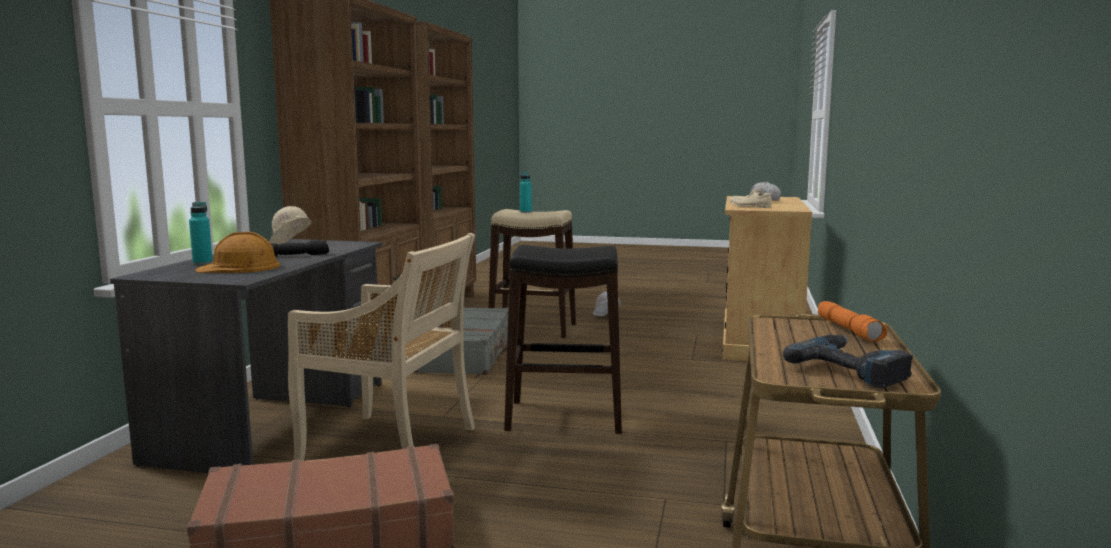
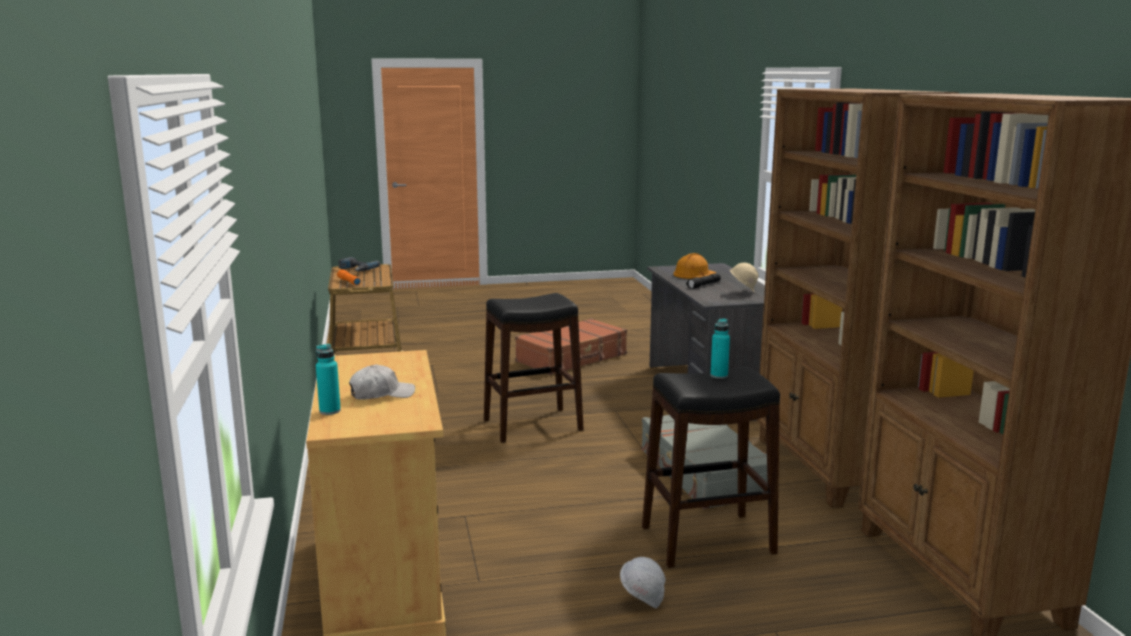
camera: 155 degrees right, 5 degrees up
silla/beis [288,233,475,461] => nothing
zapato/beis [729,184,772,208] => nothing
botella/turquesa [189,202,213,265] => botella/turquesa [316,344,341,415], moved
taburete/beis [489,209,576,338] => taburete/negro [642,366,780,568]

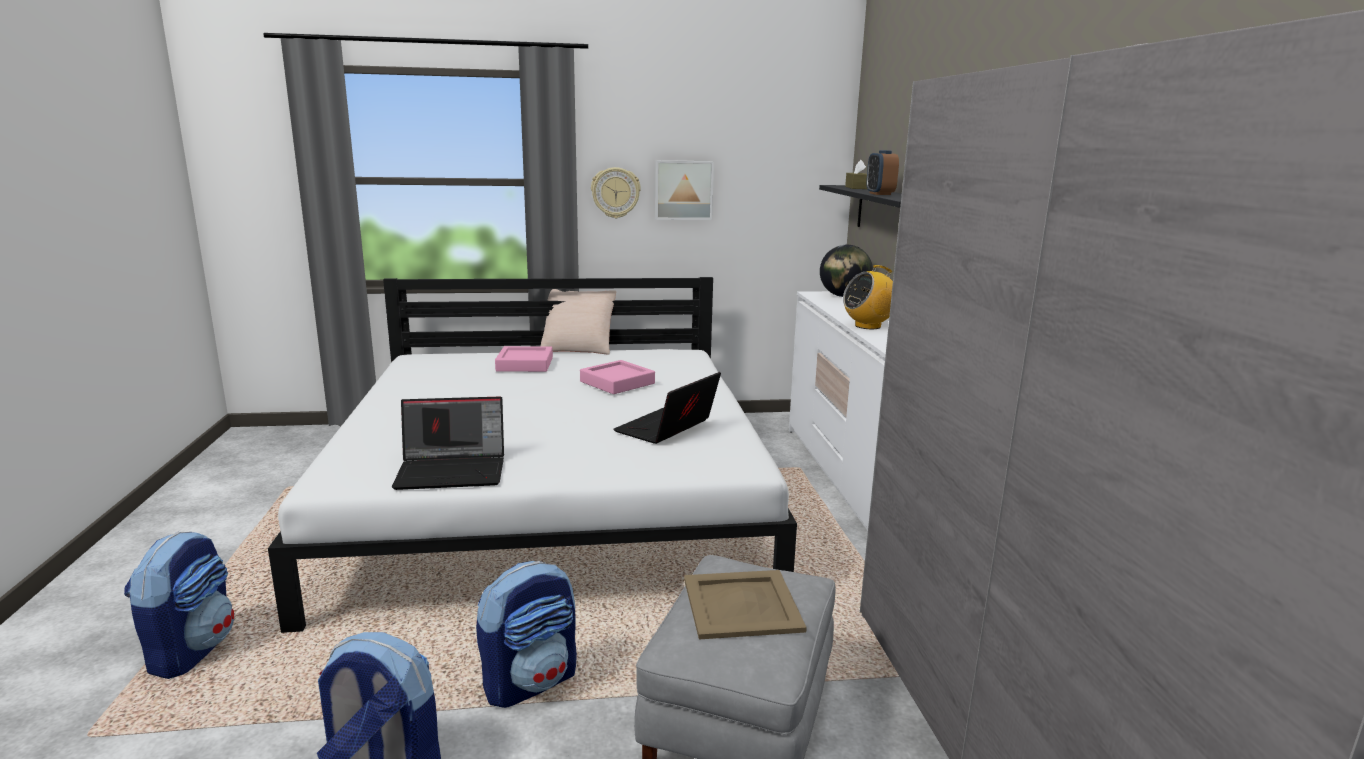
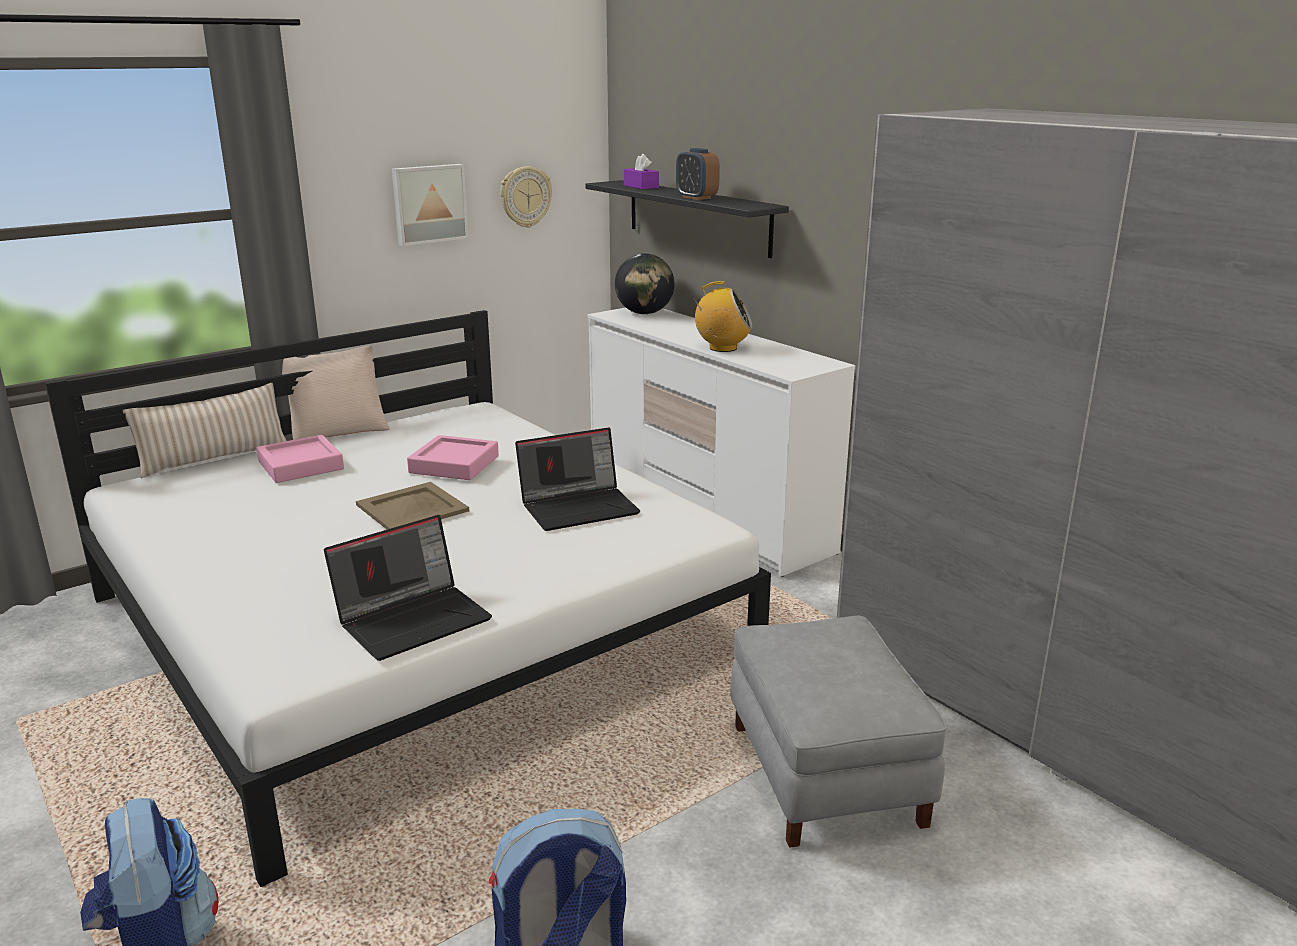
camera: 30 degrees left, 5 degrees up
mochila [476,561,577,708] => nothing
nothing => cojín/beis [123,383,287,478]
reloj de pared [591,167,641,218] => reloj de pared [500,166,552,228], moved
bandeja/beis [684,570,807,640] => bandeja/beis [356,482,469,530], moved
caja de pañuelos/marrón [845,160,867,189] => caja de pañuelos/morado [624,154,659,189]
portátil [613,372,721,444] => portátil [515,428,640,531], 120 degrees counterclockwise
radio [843,265,893,329] => radio [694,281,752,352], 120 degrees counterclockwise

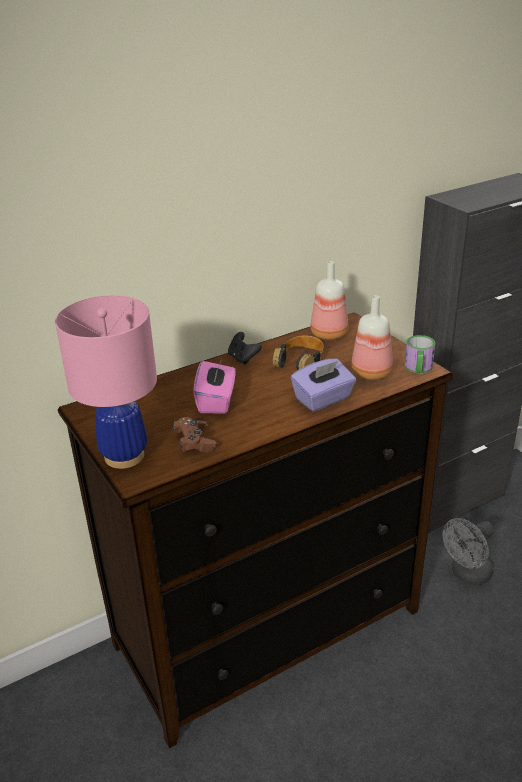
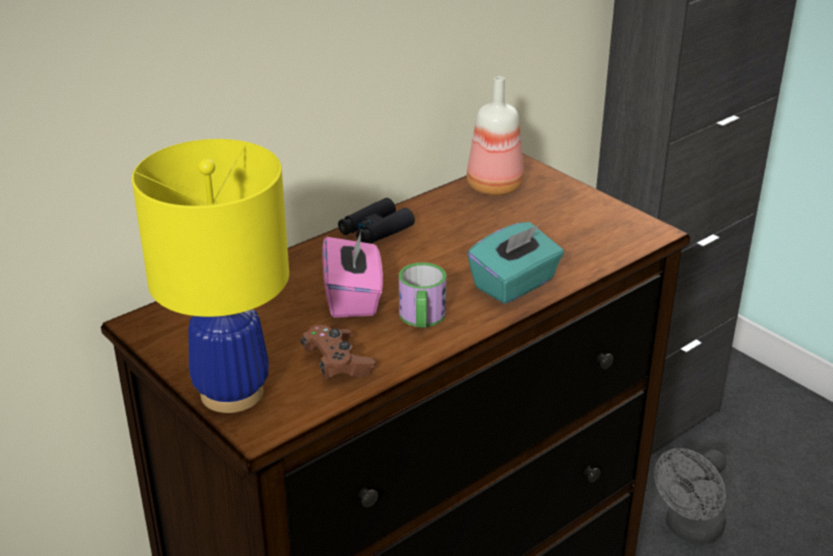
camera: 10 degrees left, 0 degrees up
auriculares [273,336,324,370] => nothing
botella [351,295,393,380] => nothing
taza grande [405,335,435,373] => taza grande [399,262,447,328], moved
mando de consola/negro [228,332,262,365] => prismáticos/negro [338,198,415,244]
lámpara de mesa/rosa [55,295,157,469] => lámpara de mesa/amarillo [132,139,289,413]
caja de pañuelos/morado [291,359,356,411] => caja de pañuelos/turquesa [467,222,564,304]

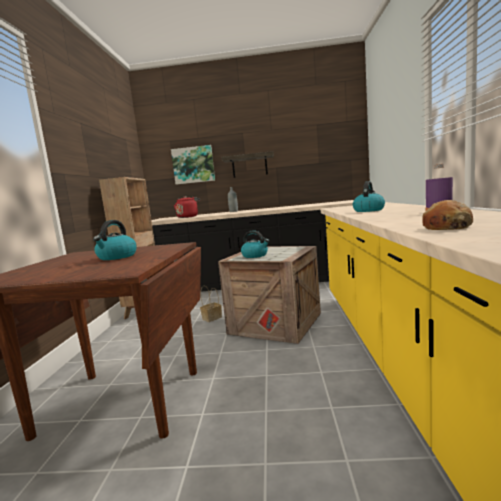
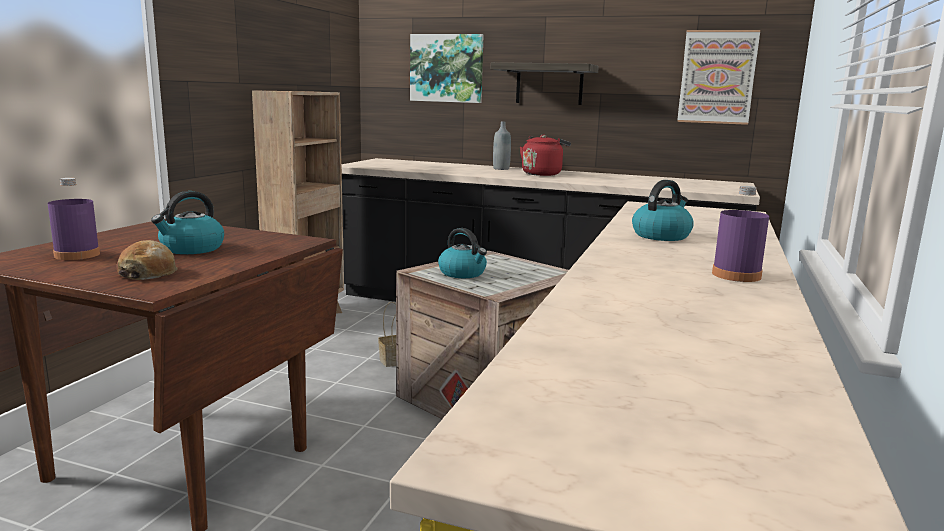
camera: 15 degrees right, 5 degrees up
nothing => botella/morado [48,178,100,260]
nothing => cuadro [677,30,760,125]
hervidor/rojo [174,196,200,218] => hervidor/rojo [520,134,571,176], moved
pan [422,200,473,230] => pan [116,240,178,280], moved

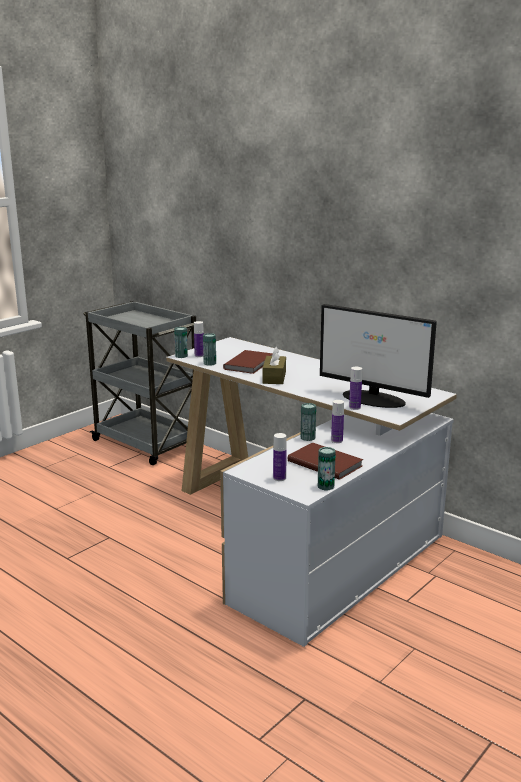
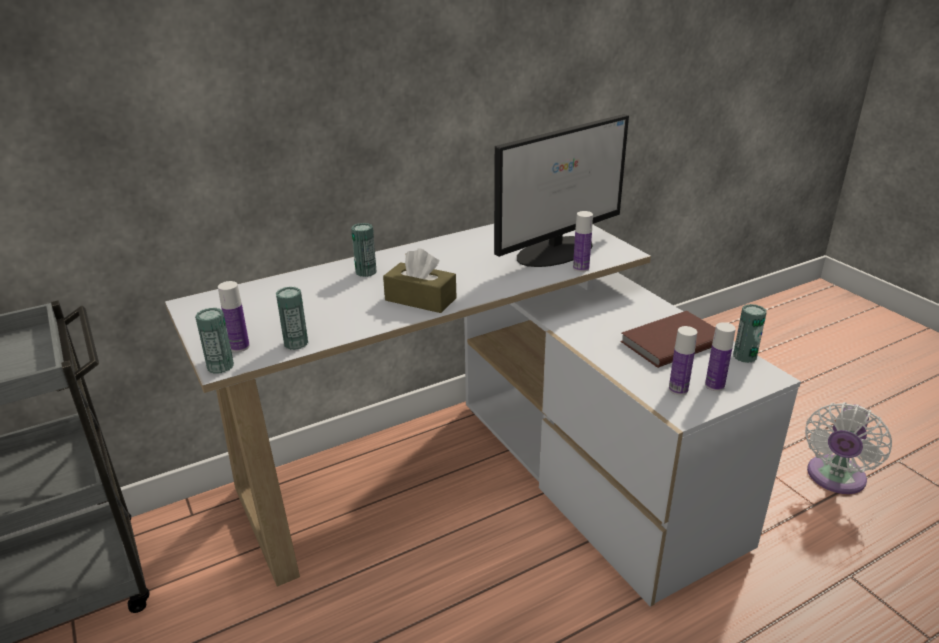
camera: 70 degrees left, 10 degrees up
libro/marrón [223,350,273,374] => nothing
nothing => ventilador/blanco [805,402,892,494]
lata [301,403,316,441] => lata [351,223,376,277], moved
botella [331,400,344,443] => botella [669,326,697,395], moved

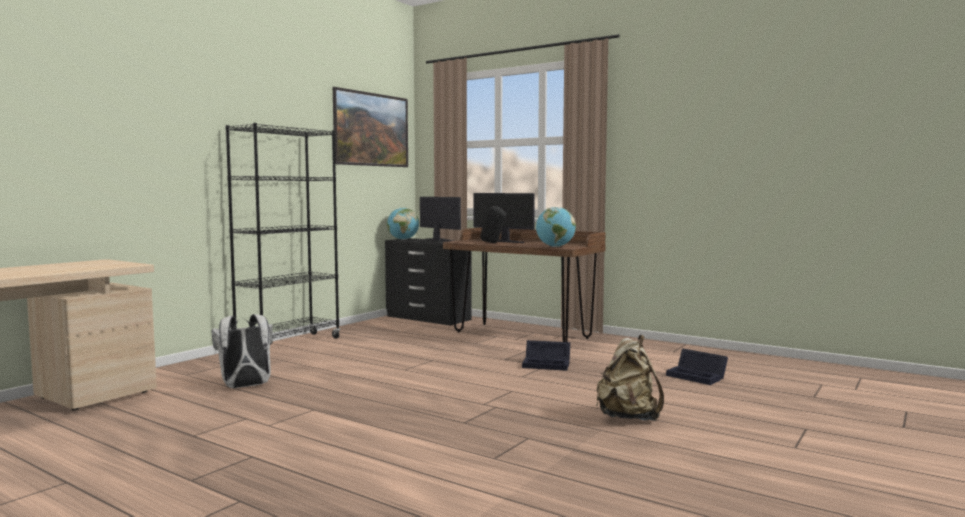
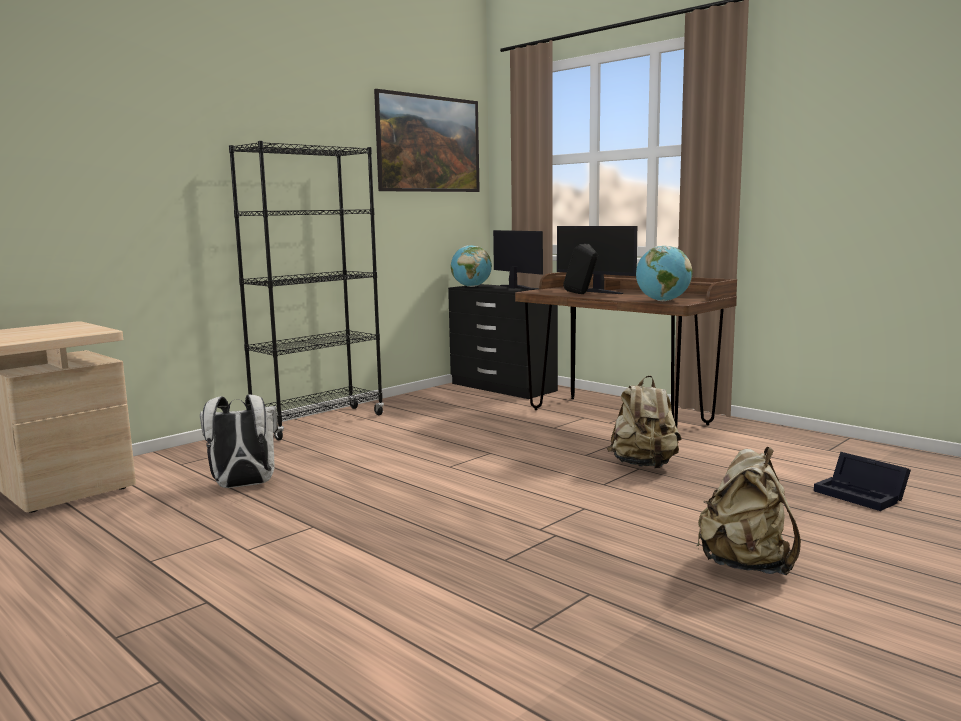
camera: 10 degrees right, 5 degrees up
caja de almacenaje/negro [522,340,570,371] => mochila/beis [607,376,681,469]

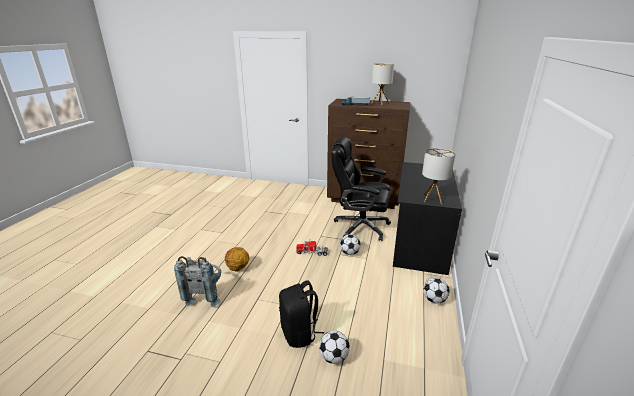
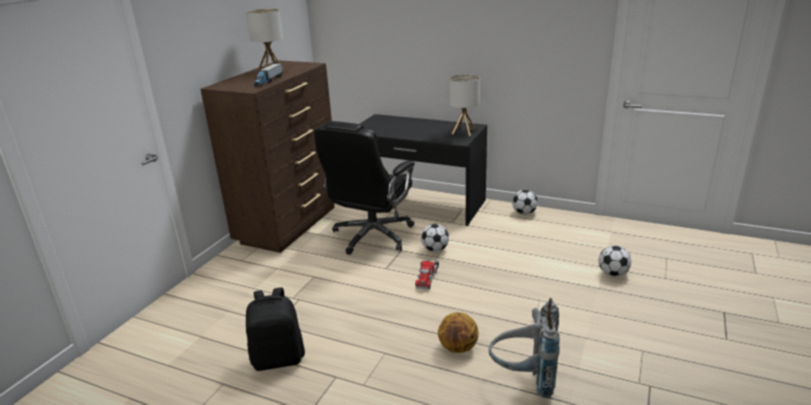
camera: 80 degrees left, 0 degrees up
mochila/negro [279,280,324,348] => mochila/negro [246,288,305,371], moved

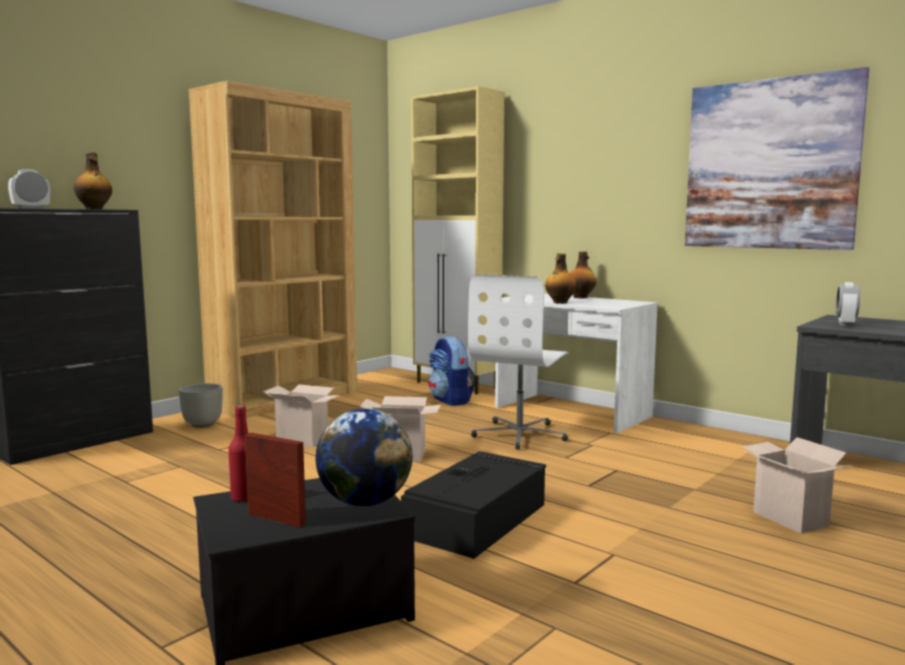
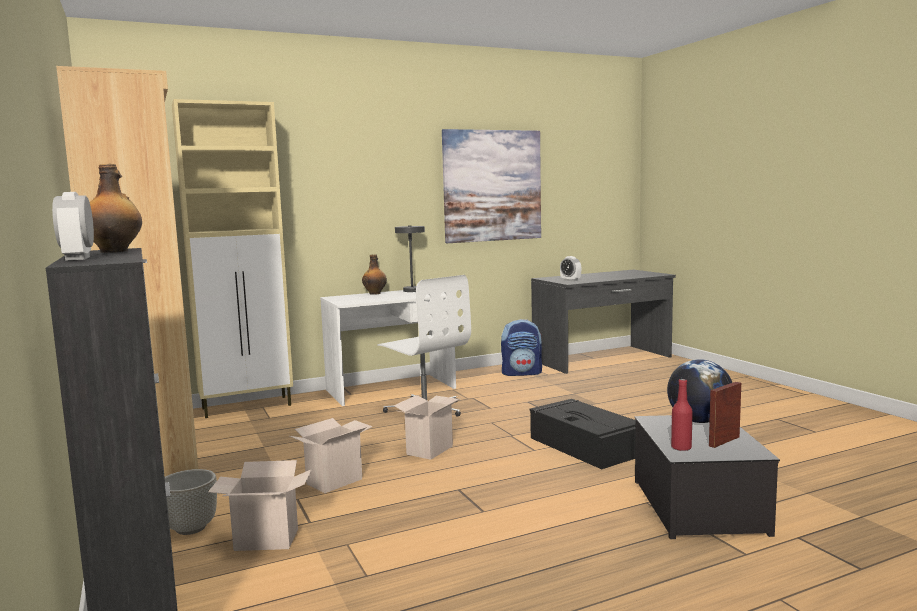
camera: 65 degrees left, 0 degrees up
botella [545,253,576,304] => nothing
nothing => lámpara de mesa/gris [395,225,425,292]
mochila [428,336,476,406] => mochila [501,319,542,376], moved
caja de cartón [742,437,853,534] => caja de cartón [208,460,312,551], moved

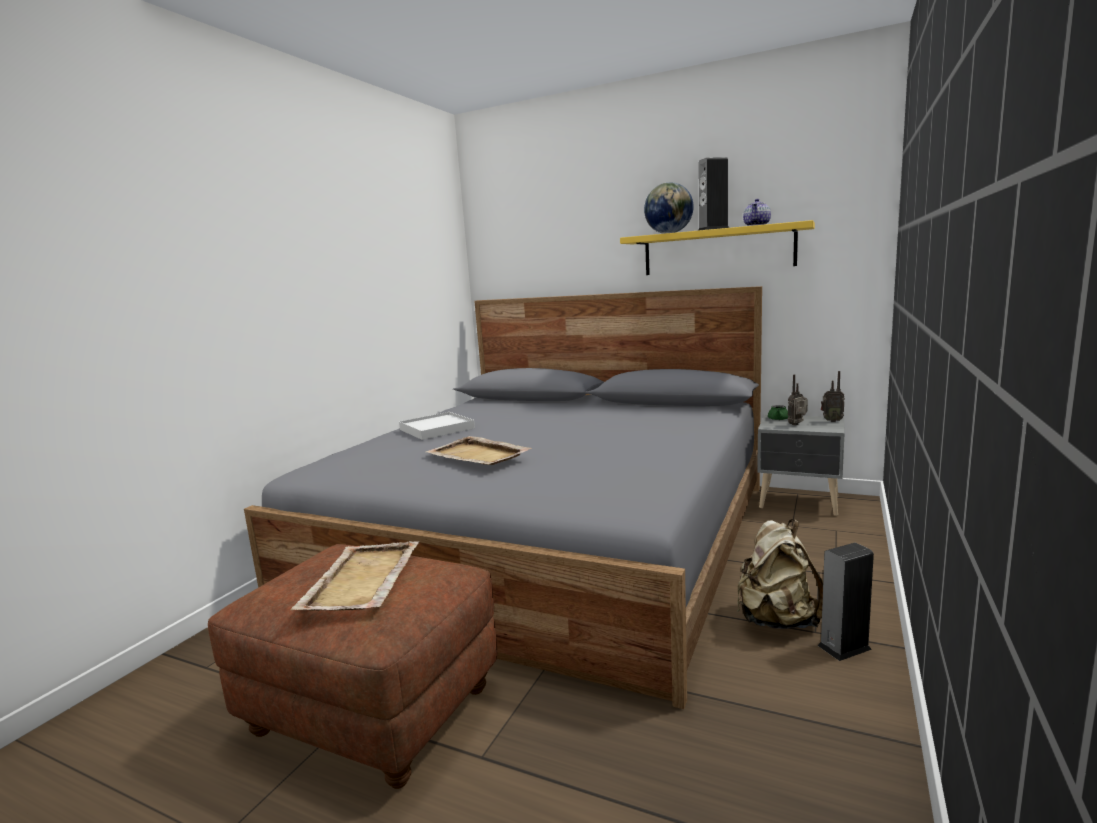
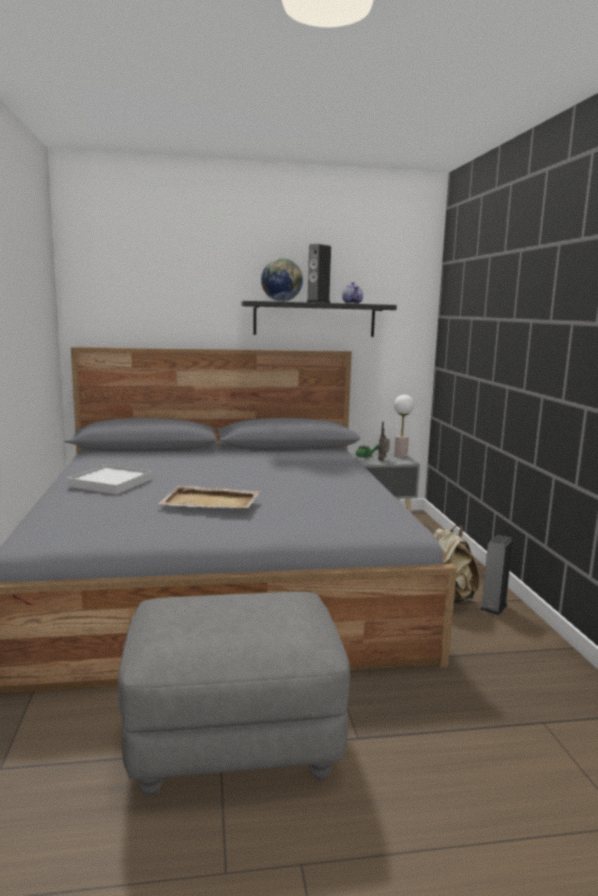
camera: 35 degrees left, 0 degrees up
bandeja/beis [290,541,419,611] => nothing
radio [821,371,845,422] => lámpara de mesa [394,395,414,458]
puf/marrón [208,544,498,789] => puf/gris [118,591,350,797]
estante/amarillo [620,220,815,275] => estante/negro [241,301,397,337]

